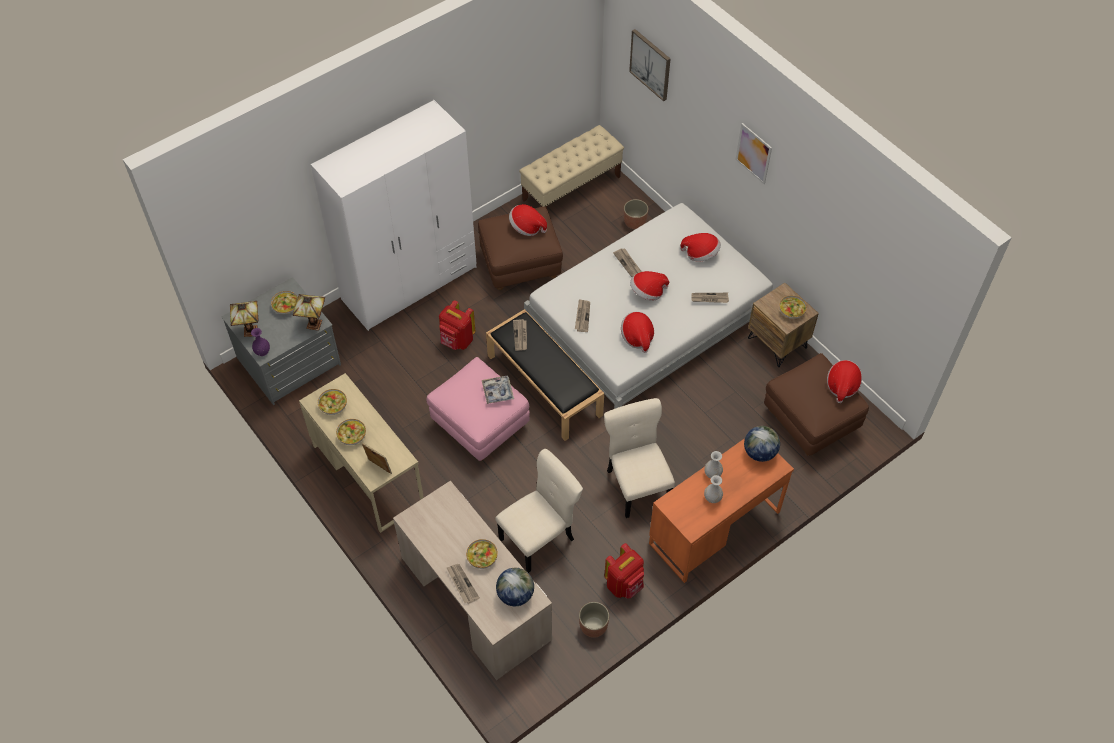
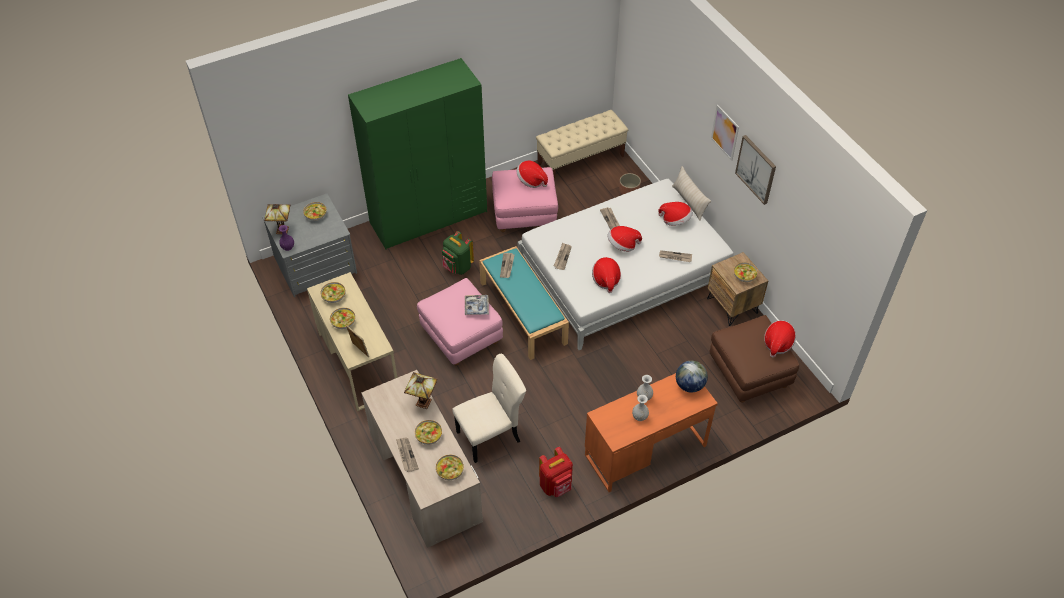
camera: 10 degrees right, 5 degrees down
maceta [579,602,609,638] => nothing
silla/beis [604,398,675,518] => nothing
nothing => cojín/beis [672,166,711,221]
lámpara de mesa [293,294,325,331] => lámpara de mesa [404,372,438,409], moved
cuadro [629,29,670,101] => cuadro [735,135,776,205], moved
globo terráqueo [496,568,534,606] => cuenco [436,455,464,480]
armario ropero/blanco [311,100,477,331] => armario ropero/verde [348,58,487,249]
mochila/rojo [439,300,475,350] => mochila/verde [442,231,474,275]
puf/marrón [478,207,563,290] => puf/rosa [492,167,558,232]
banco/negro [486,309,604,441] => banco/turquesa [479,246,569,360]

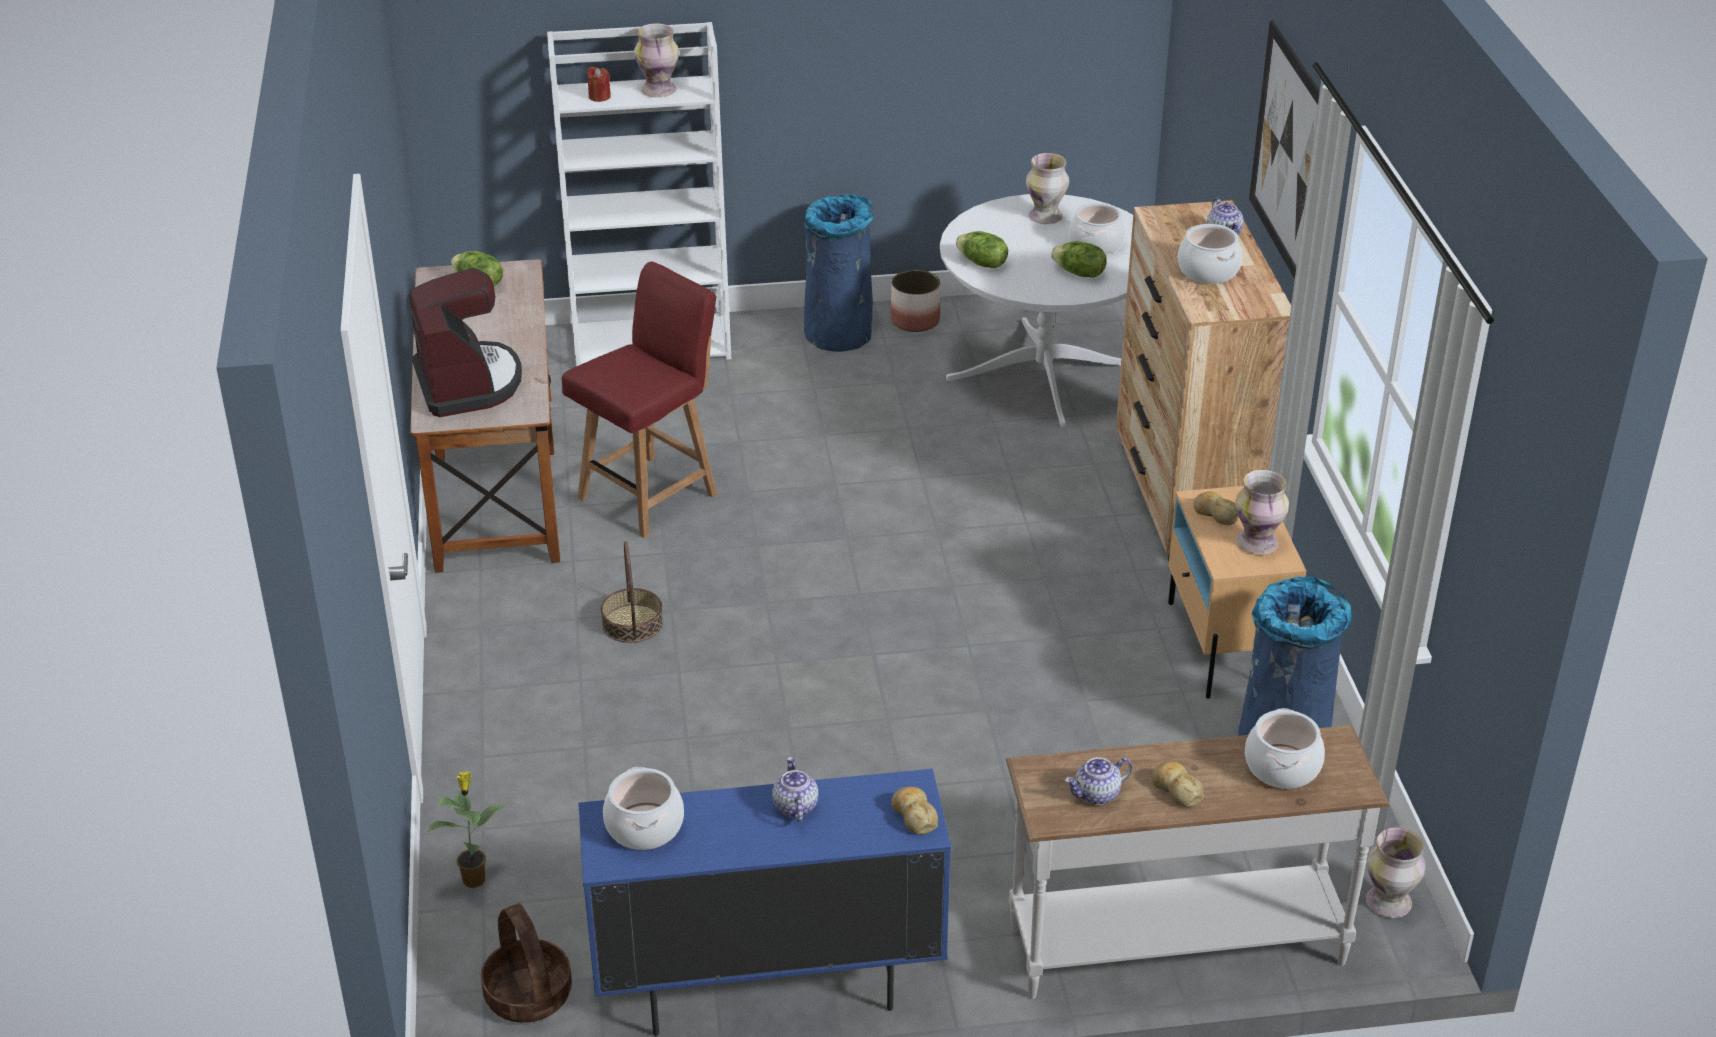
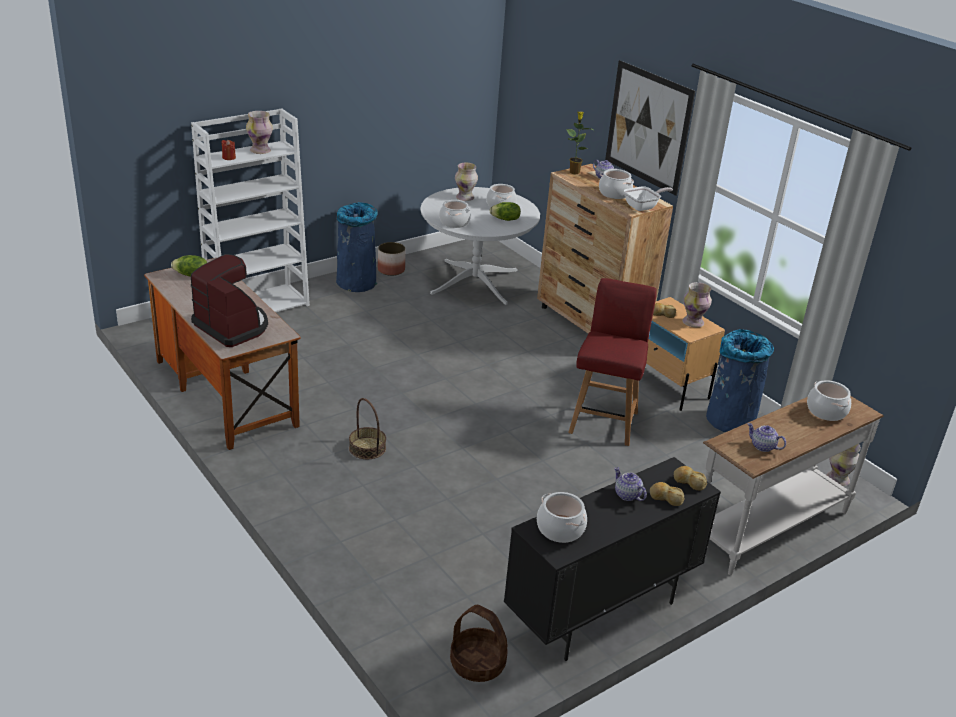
camera: 30 degrees left, 5 degrees down
nothing => sartén [624,186,673,211]
planta en maceta [427,771,508,888] => planta en maceta [566,111,594,174], moved
silla/rojo [562,262,717,538] => silla/rojo [568,278,657,446], moved
pan [1152,761,1204,807] => pan [650,482,685,506], moved
lechuga [956,231,1008,268] => olla [439,200,471,228]
armario/azul [578,769,951,1036] => armario/negro [504,457,721,661]
tetera [1065,757,1133,805] => tetera [747,423,786,452], 90 degrees clockwise

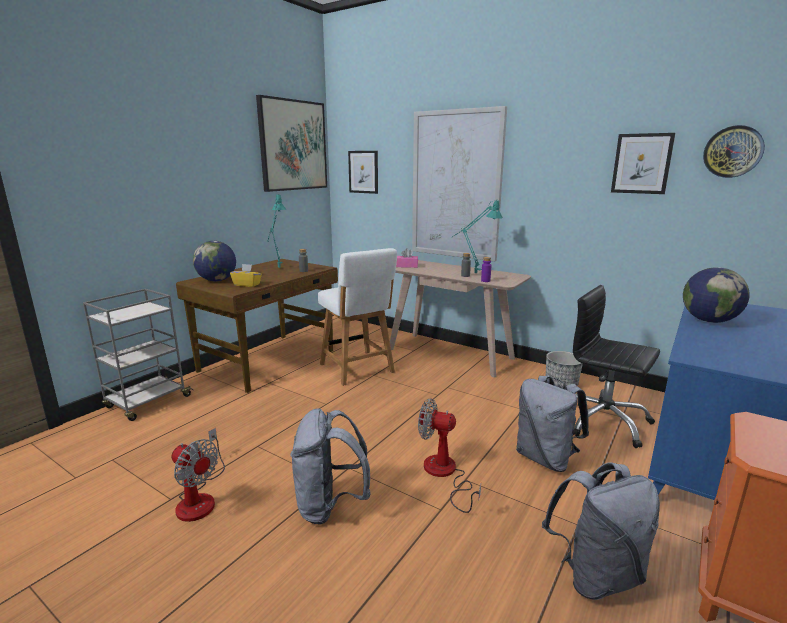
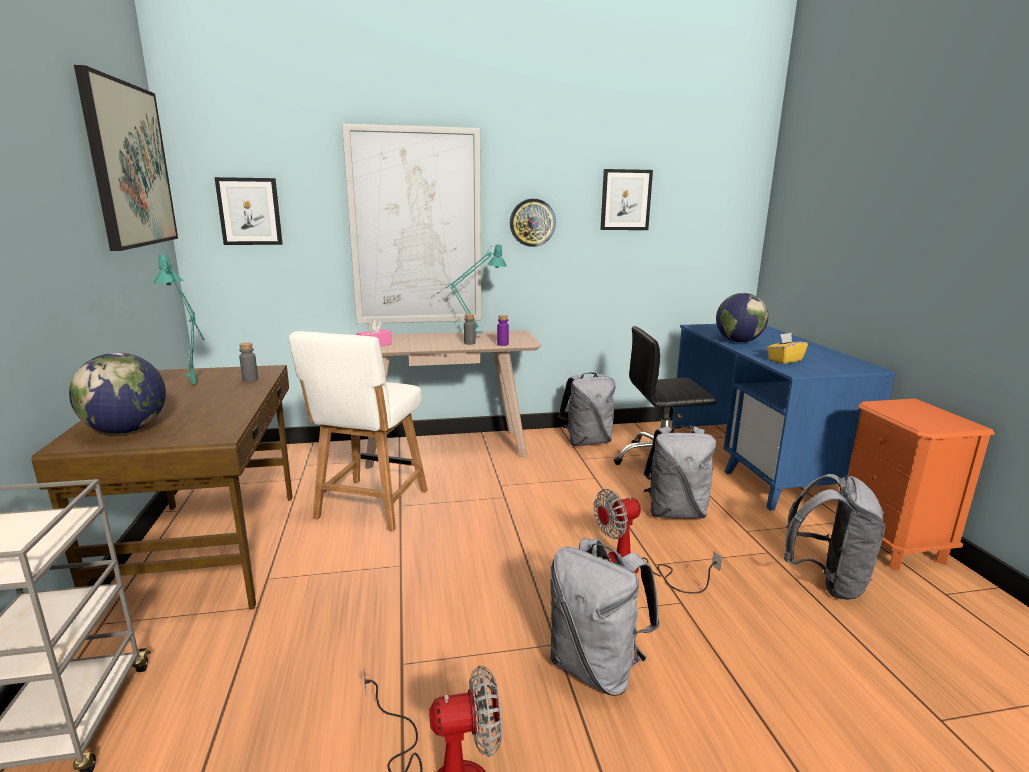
camera: 45 degrees left, 0 degrees up
caja de pañuelos/amarillo [230,264,262,287] => caja de pañuelos/amarillo [767,333,808,364], moved
reloj de pared [703,125,765,178] => reloj de pared [510,199,556,247], moved
maceta [546,351,583,388] => mochila/gris [558,372,615,446]
silla/blanco [318,248,397,386] => silla/blanco [289,331,428,531], 90 degrees clockwise

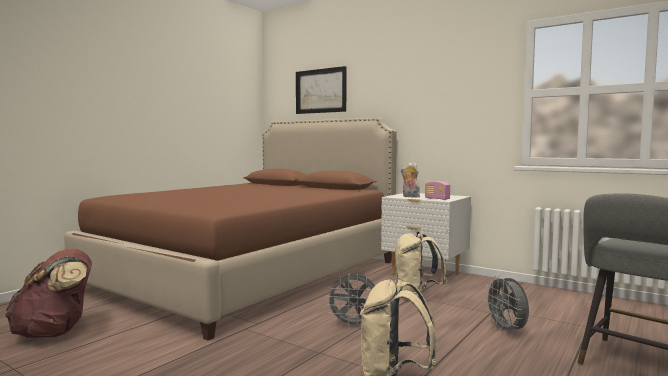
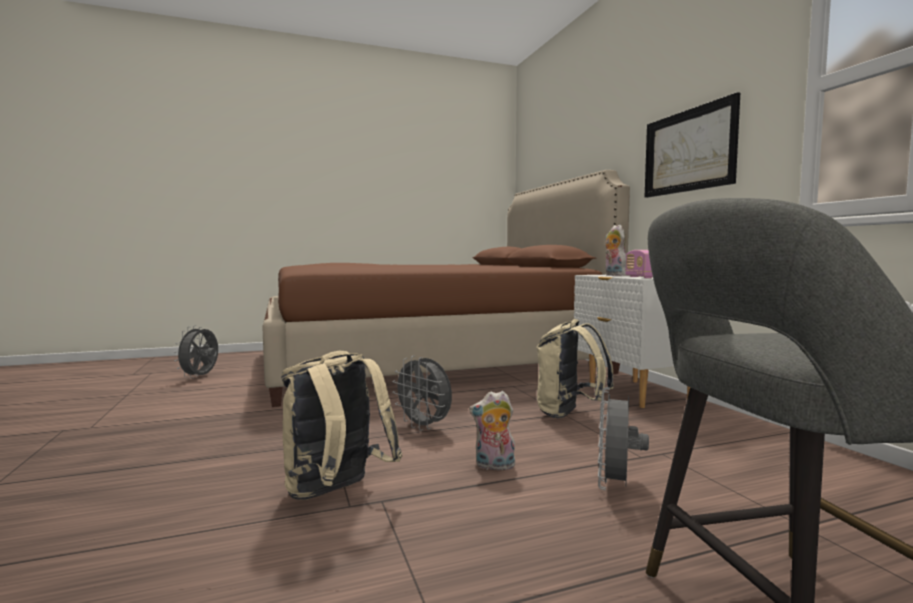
camera: 35 degrees right, 0 degrees up
nothing => peluche [469,391,515,470]
cuadro [296,66,346,114] => cuadro [645,92,740,198], moved
mochila/marrón [5,249,92,338] => ventilador/gris [174,325,218,378]

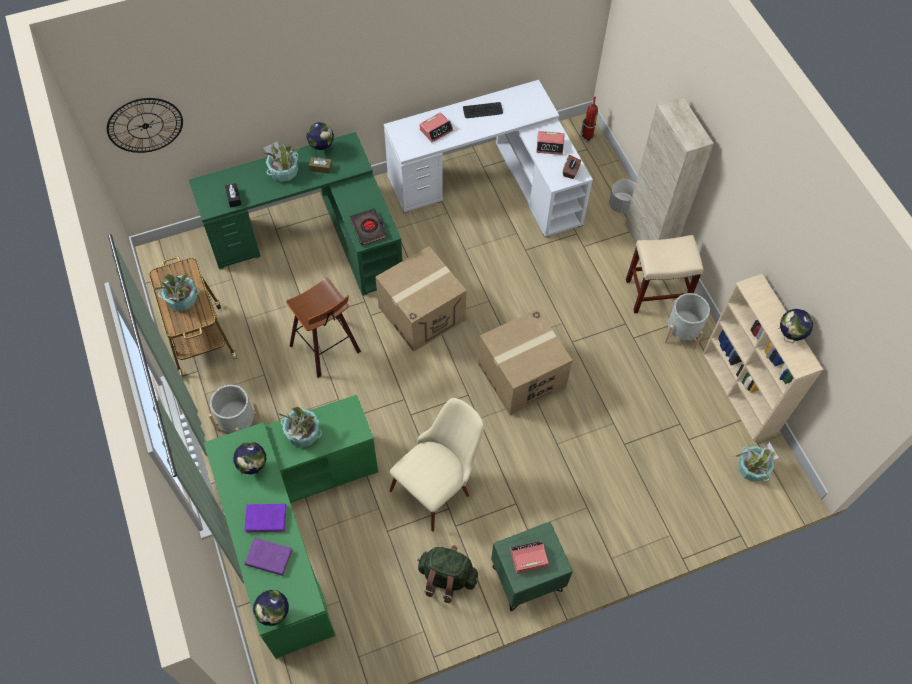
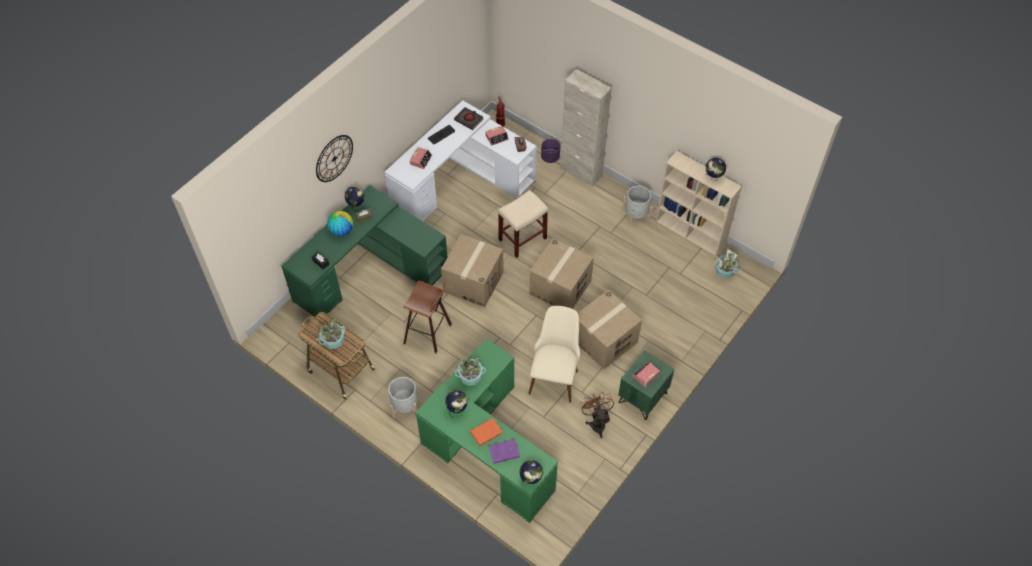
camera: 30 degrees left, 5 degrees down
nothing => caja de cartón [578,290,642,369]
reloj de pared [107,98,183,153] => reloj de pared [316,135,353,182], moved
libro/negro [349,208,387,246] => libro/negro [454,107,484,130], moved
taburete/beis [626,235,703,314] => taburete/beis [498,190,548,258], moved
planta en maceta [263,142,299,181] => globo terráqueo [327,211,353,236]
mochila/verde [417,545,478,603] => ventilador/marrón [580,393,614,438]
libro/morado [244,504,286,532] => libro/naranja [470,418,503,447]
maceta/gris [609,179,635,214] => maceta/morado [541,139,560,163]

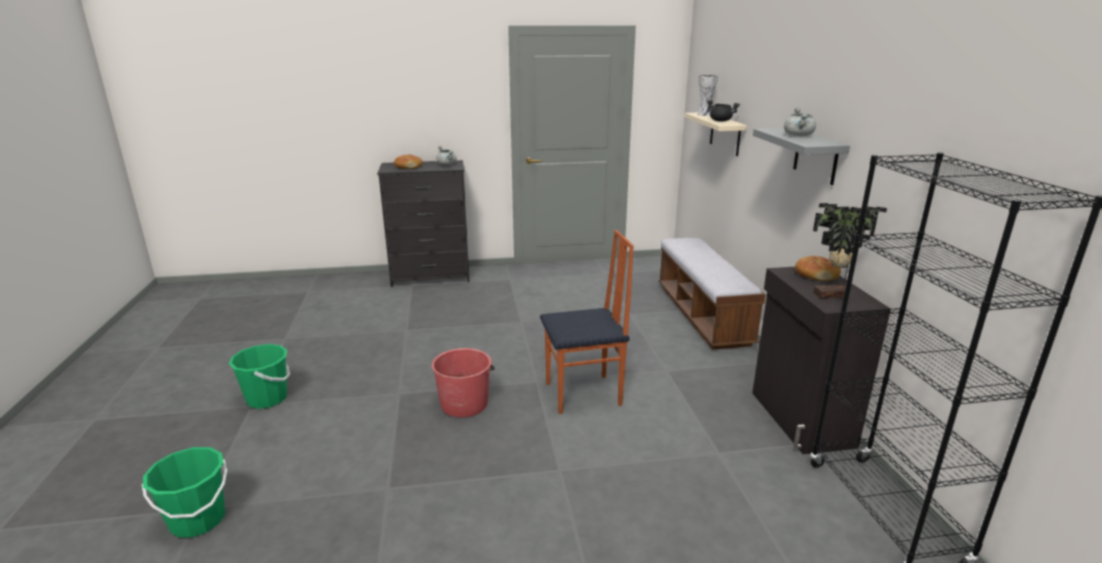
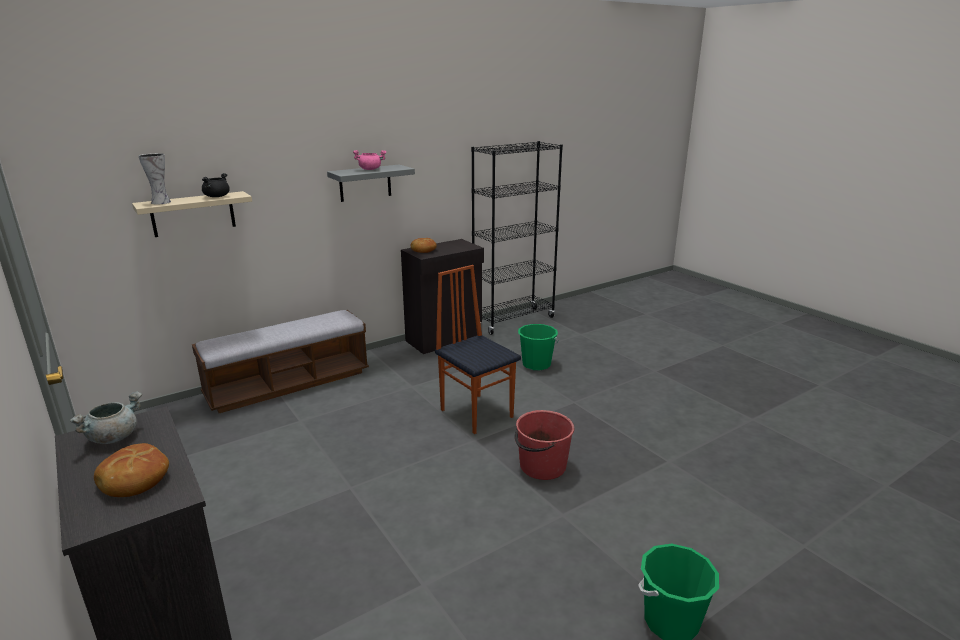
camera: 115 degrees left, 0 degrees up
planta en maceta [813,203,887,298] => nothing
cubo/verde [142,447,227,538] => cubo/verde [518,324,558,370], moved
olla/gris [784,107,816,136] => olla/rosa [353,150,387,170]

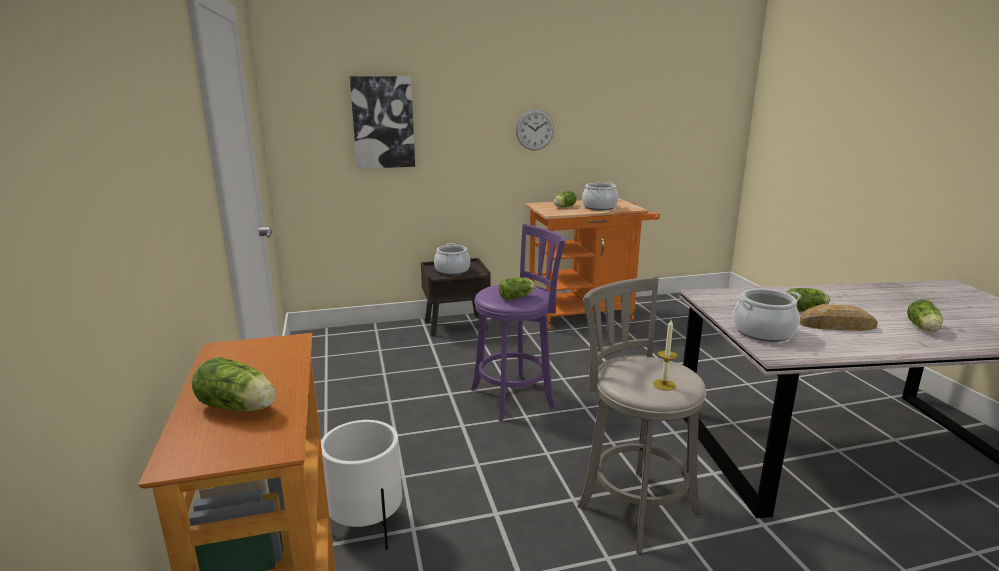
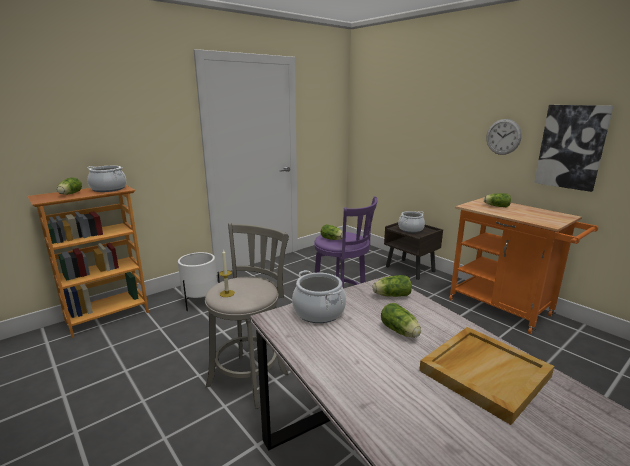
camera: 65 degrees right, 0 degrees up
pan [799,304,878,331] => nothing
nothing => bandeja/beis [419,327,554,425]
cuadro [350,76,415,169] => cuadro [534,105,613,192], moved
olla [582,182,618,210] => olla [87,166,126,192], moved
lechuga [907,300,943,331] => lechuga [373,275,412,297], moved

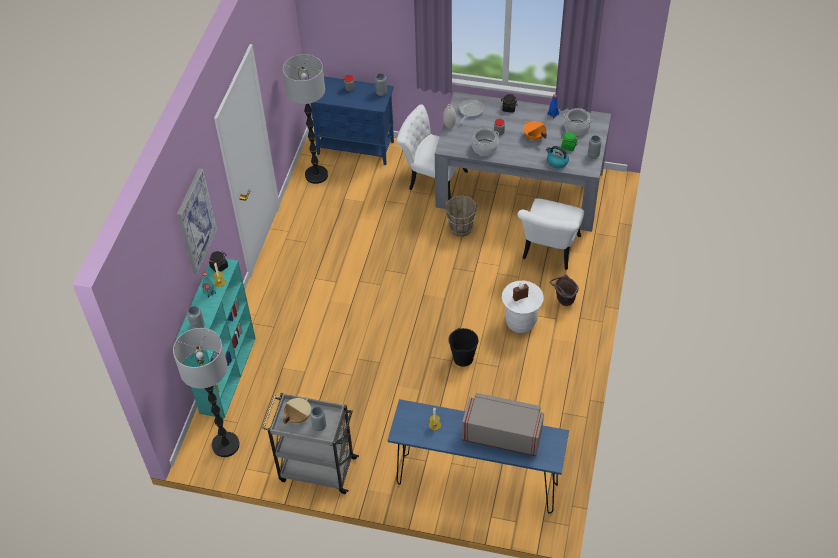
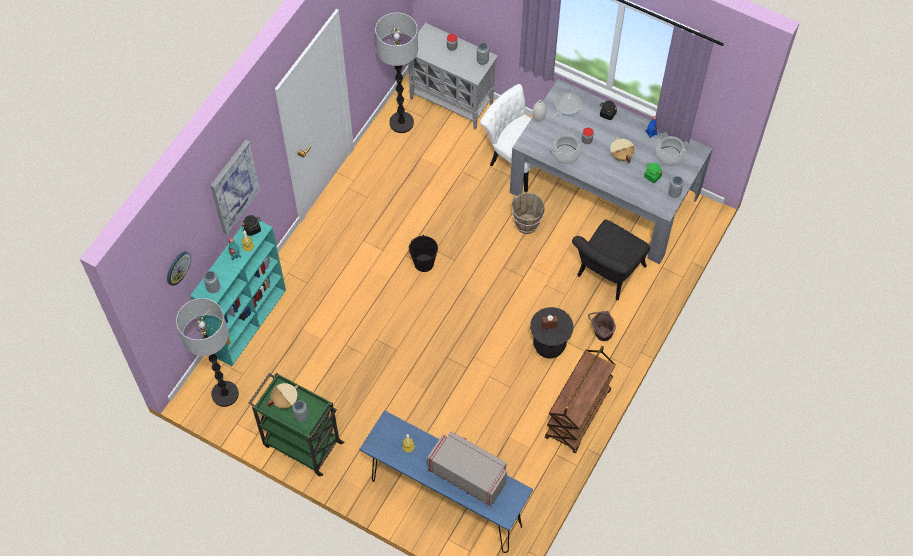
camera: 15 degrees right, 10 degrees up
hervidor [546,146,569,169] => nothing
nothing => reloj de pared [167,251,191,286]
nothing => carrito/marrón [545,346,616,453]
cubo/negro [449,328,478,367] => cubo/negro [409,235,438,272], moved
carrito/gris [262,393,359,494] => carrito/verde [249,372,344,476]
armario/azul [311,76,394,165] => armario/gris [408,23,498,130]
taburete/blanco [502,281,544,333] => taburete/negro [530,307,573,358]
silla/blanco [517,199,584,270] => silla/negro [572,220,650,300]
olla/naranja [524,121,547,140] => olla/beis [610,137,635,163]

